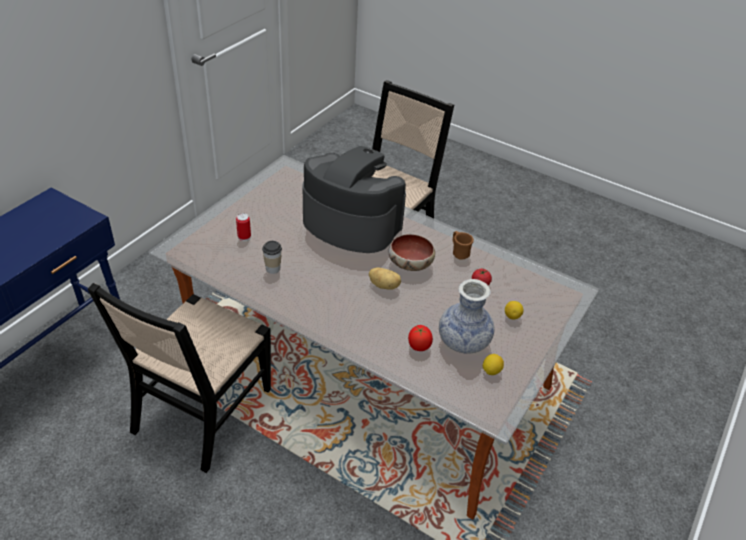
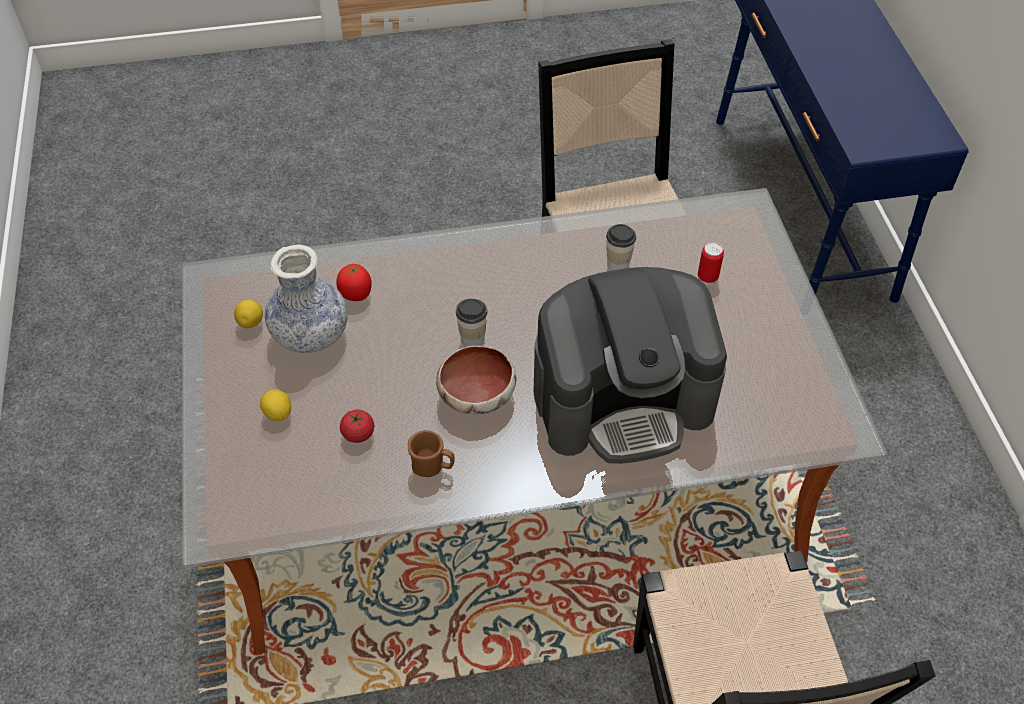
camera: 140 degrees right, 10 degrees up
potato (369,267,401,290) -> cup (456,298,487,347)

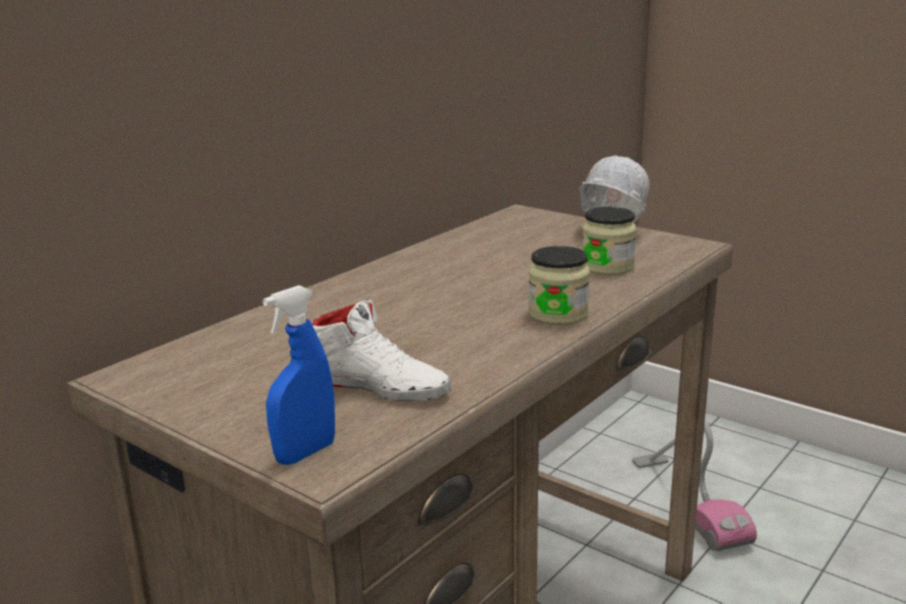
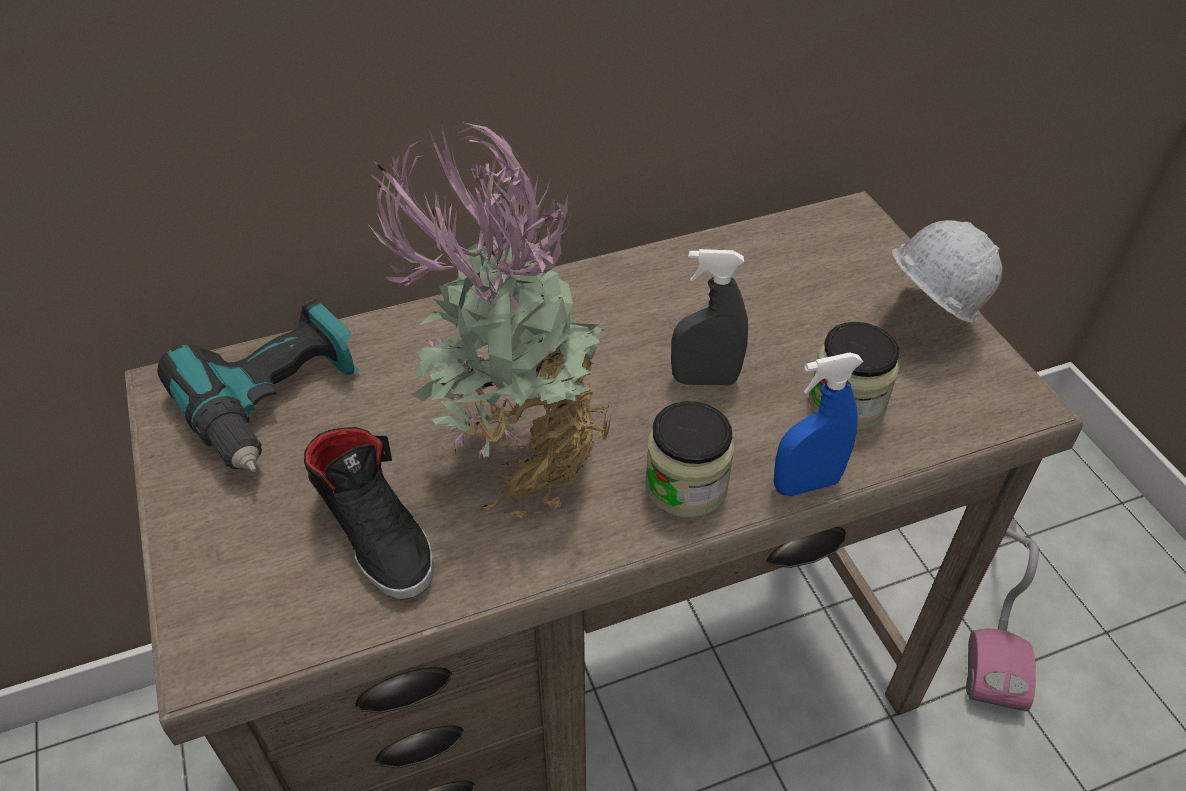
camera: 30 degrees right, 25 degrees up
blue spray bottle (263,285,335,465) -> blue spray bottle (774,352,863,496), move
white shoe (312,300,451,401) -> black shoe (304,427,434,600)
none -> power drill (157,298,360,472)
none -> potted plant (367,118,615,519)
none -> grey spray bottle (671,249,748,386)

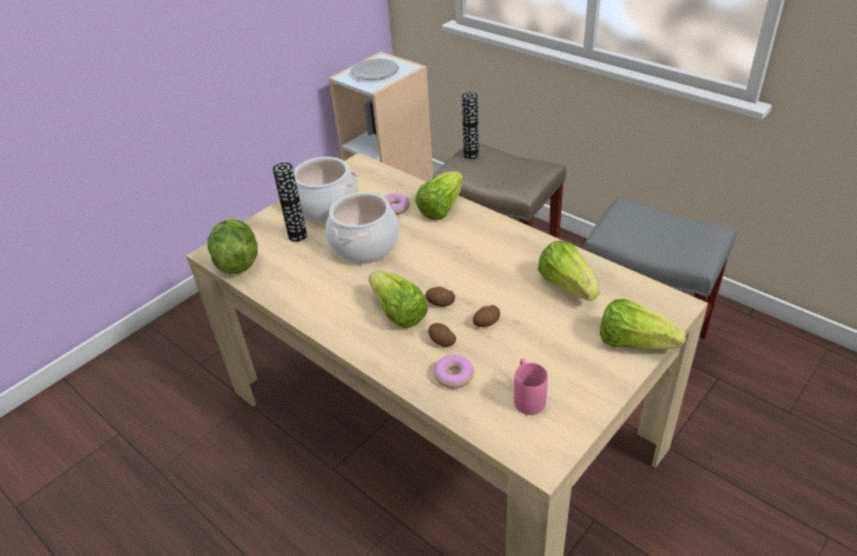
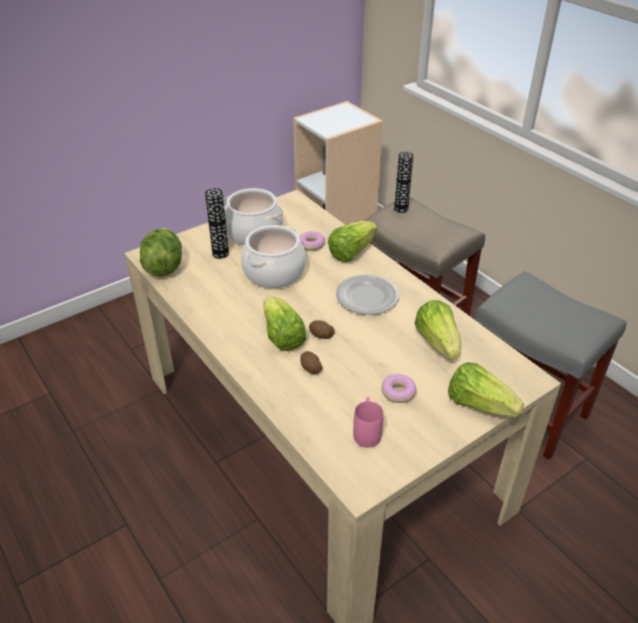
camera: 10 degrees right, 0 degrees up
plate (350,59,399,80) -> plate (336,274,399,315), move
donut (434,355,474,388) -> donut (381,374,417,403), move
potato (473,305,500,327) -> none

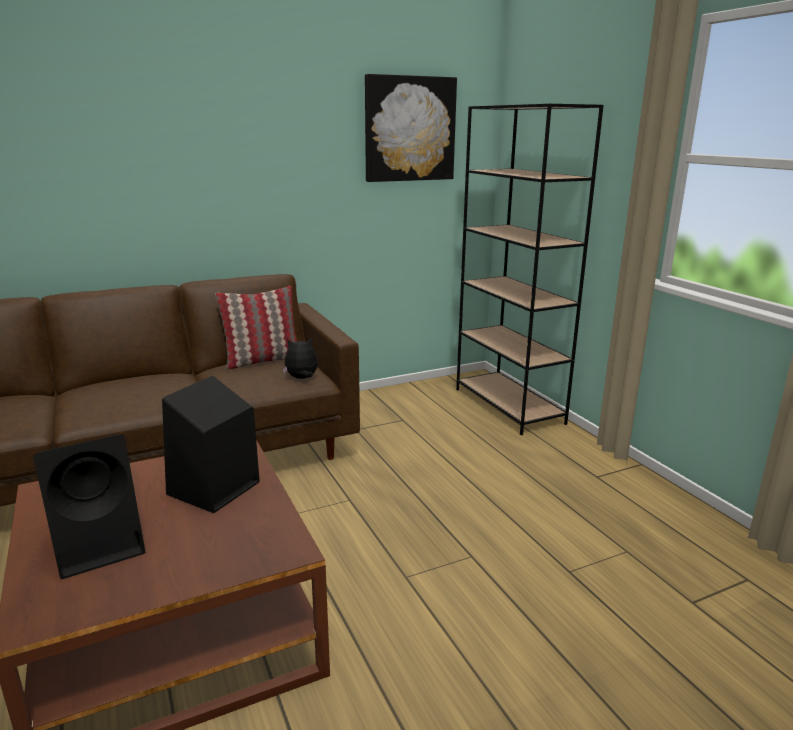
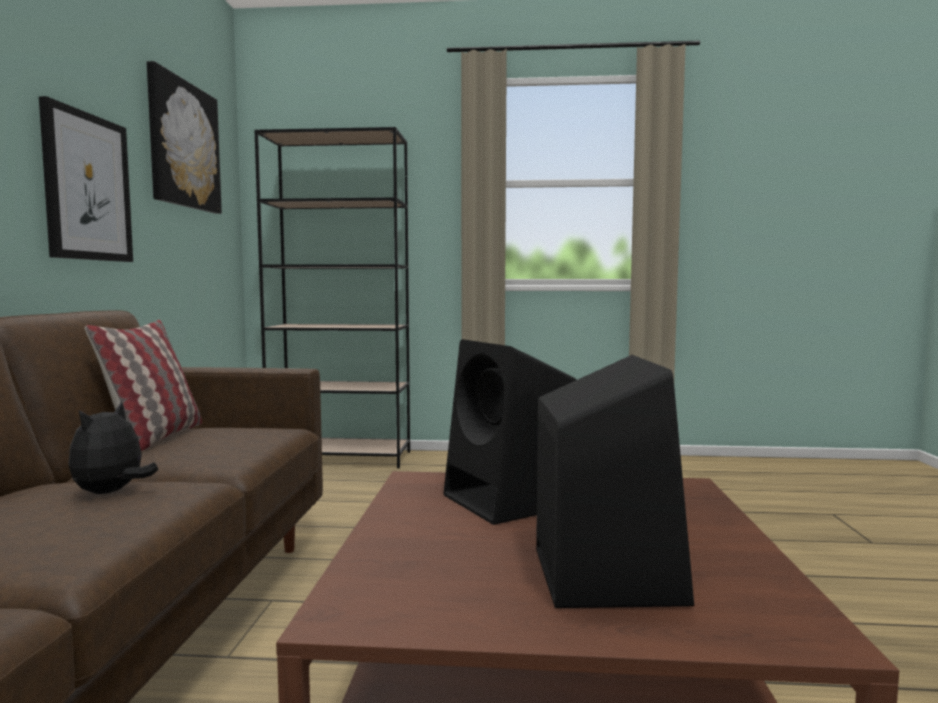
camera: 60 degrees left, 15 degrees down
plush toy (283,337,318,379) -> plush toy (68,401,158,494), move
none -> picture (39,96,133,262)

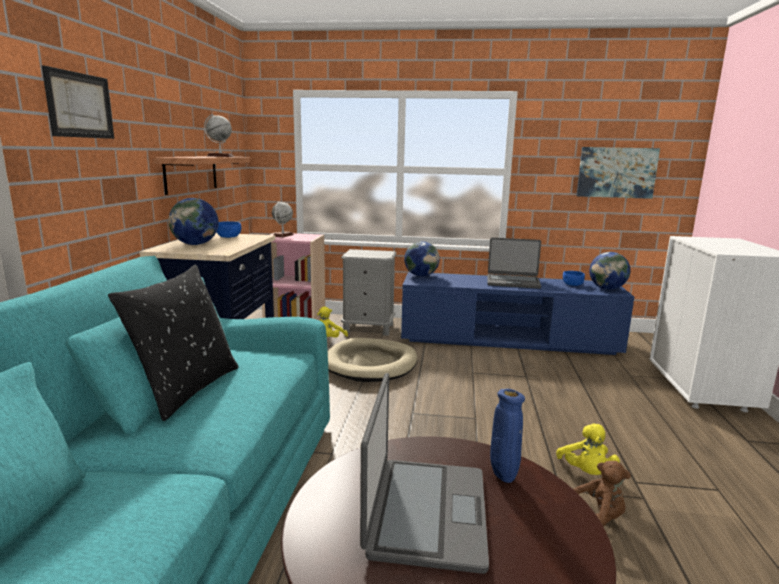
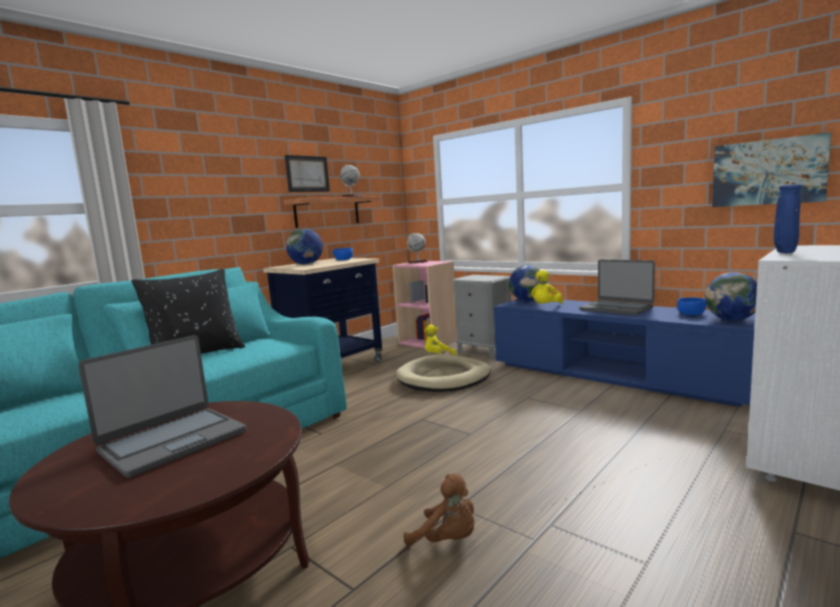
camera: 35 degrees right, 5 degrees down
picture (42,65,114,139) -> picture (285,155,330,192), move
blue vase (490,388,525,483) -> blue vase (774,184,802,253), move
yellow plush toy (556,423,620,475) -> yellow plush toy (531,270,563,304), move

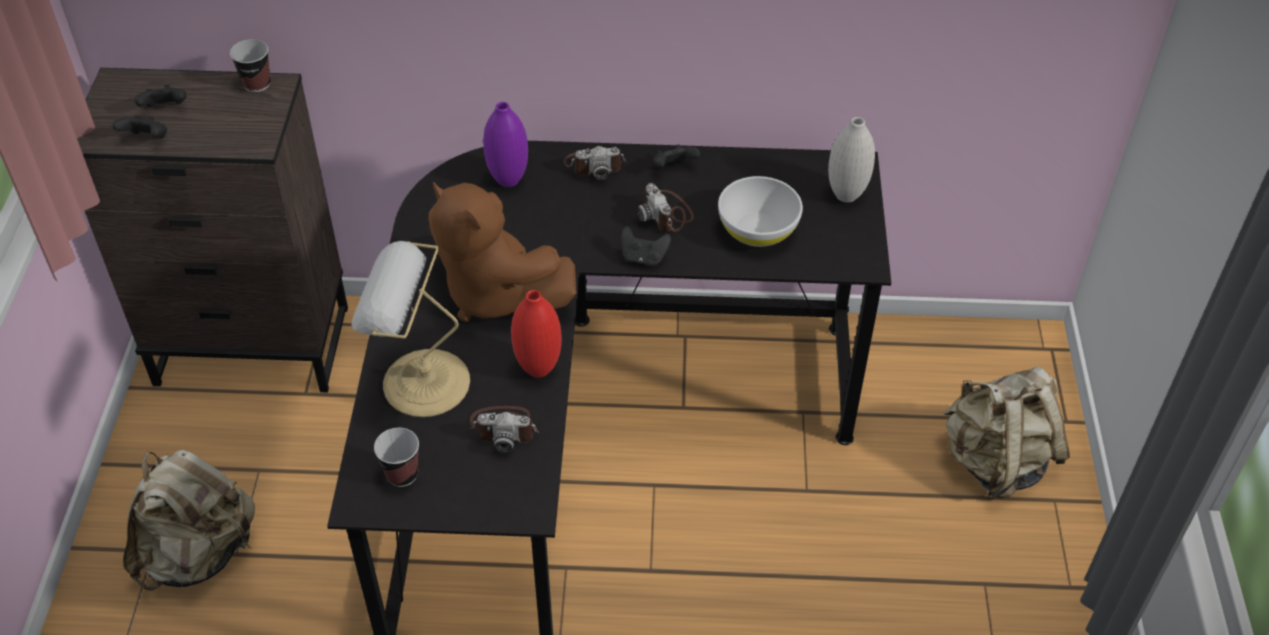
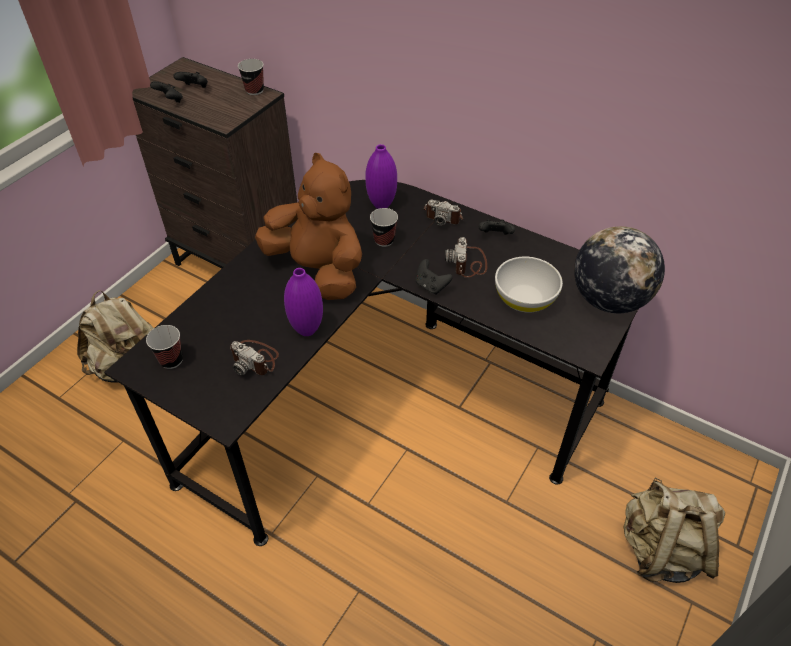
camera: 30 degrees right, 0 degrees up
table lamp (351,241,470,417) -> none
brown plush toy (428,182,576,322) -> brown plush toy (255,153,362,300), 150 degrees clockwise
red vase (511,290,562,377) -> purple vase (284,268,323,336)
white vase (828,117,875,202) -> globe (574,226,665,313)
none -> cup (370,208,398,247)

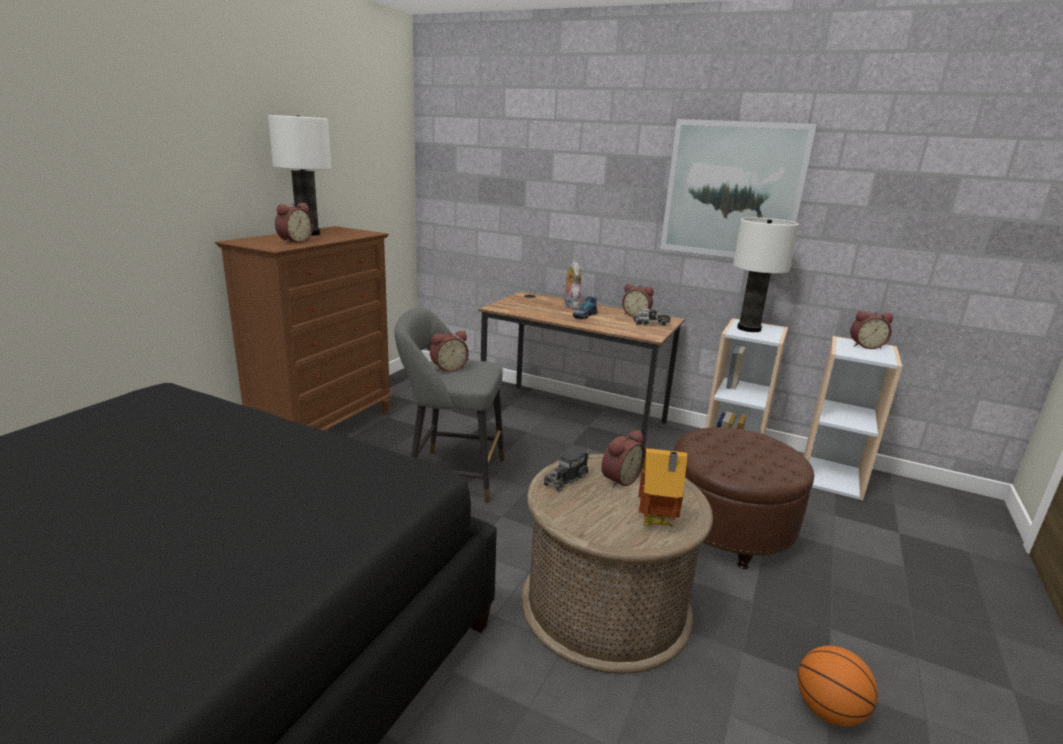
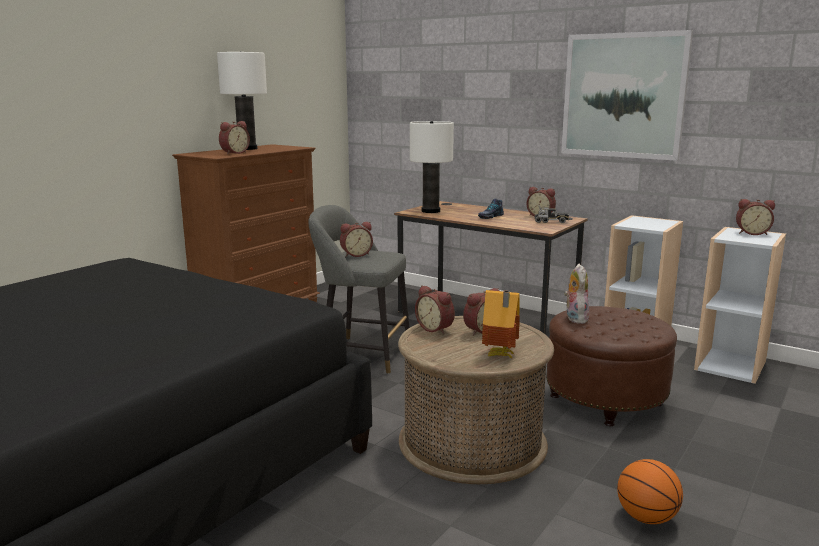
camera: 10 degrees right, 5 degrees down
toy truck (544,447,590,492) -> alarm clock (415,285,455,334)
plush toy (563,261,582,309) -> plush toy (564,264,589,324), move
white table lamp (733,217,799,332) -> white table lamp (410,121,454,213), move

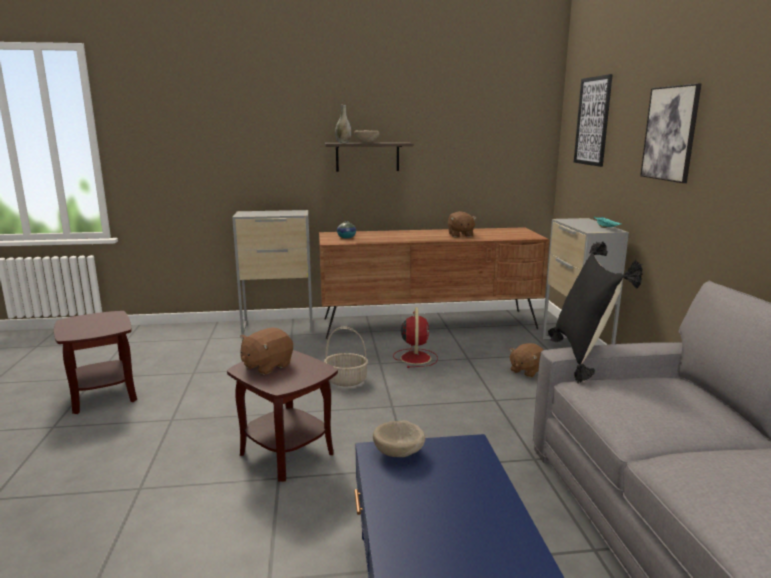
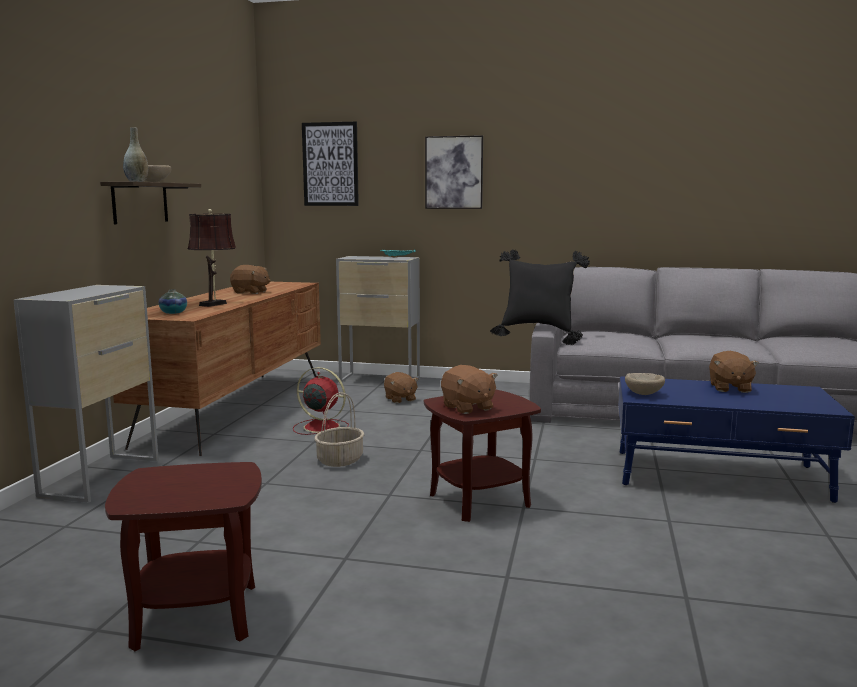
camera: 70 degrees left, 5 degrees down
none -> brown table lamp (188,209,236,307)
none -> brown plush toy (709,351,759,393)

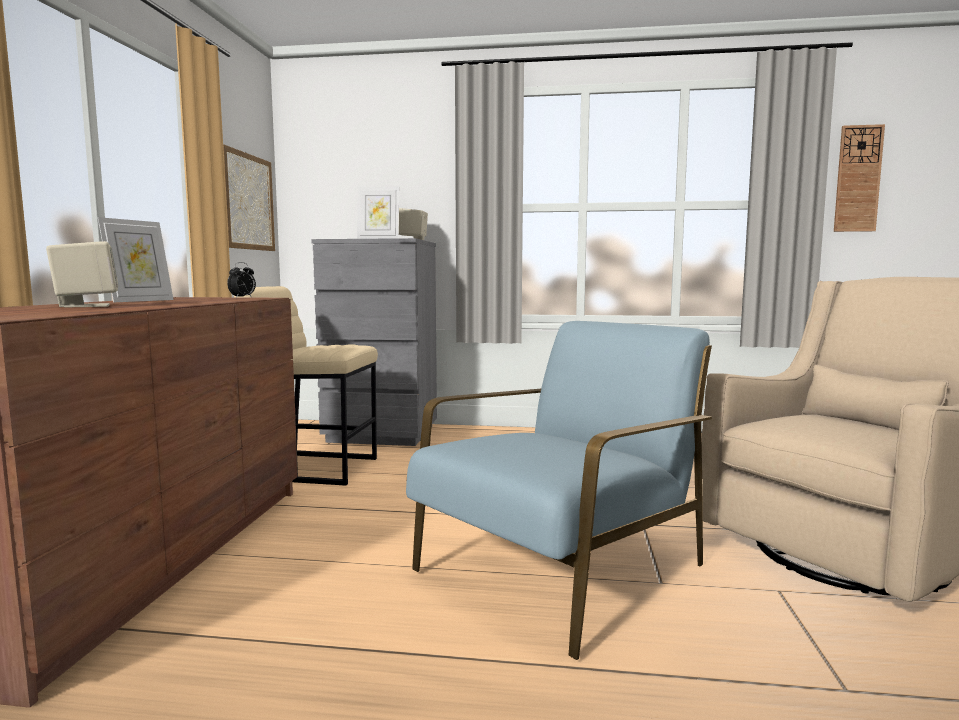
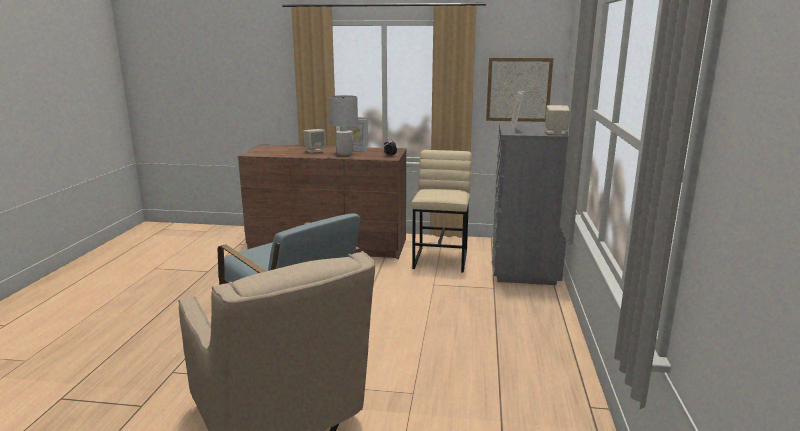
camera: 90 degrees right, 10 degrees up
wall clock (834,124,885,232) -> none
none -> grey table lamp (329,95,358,156)

